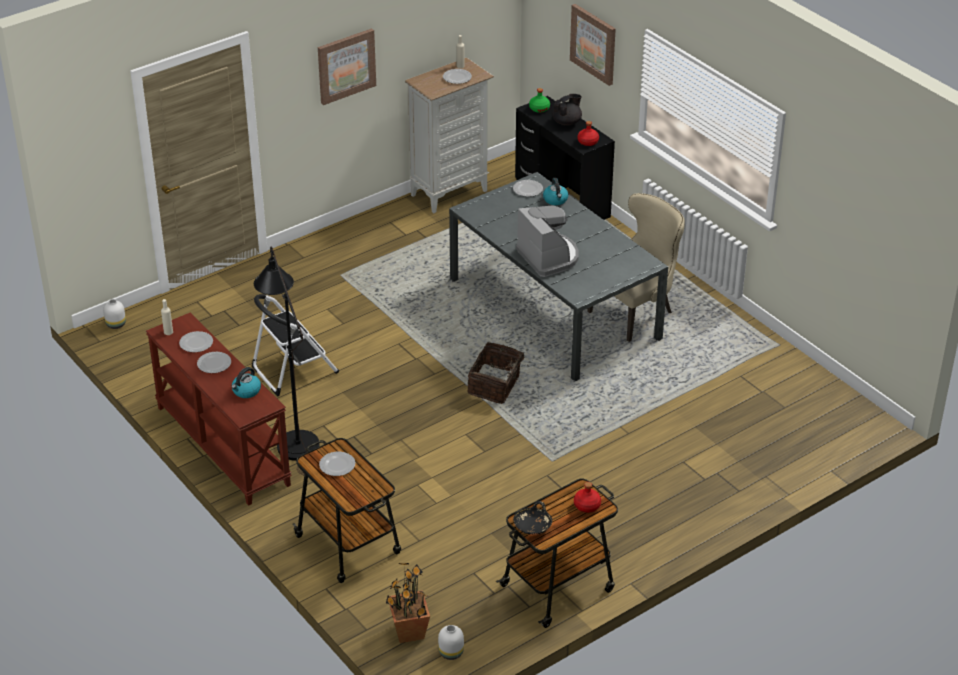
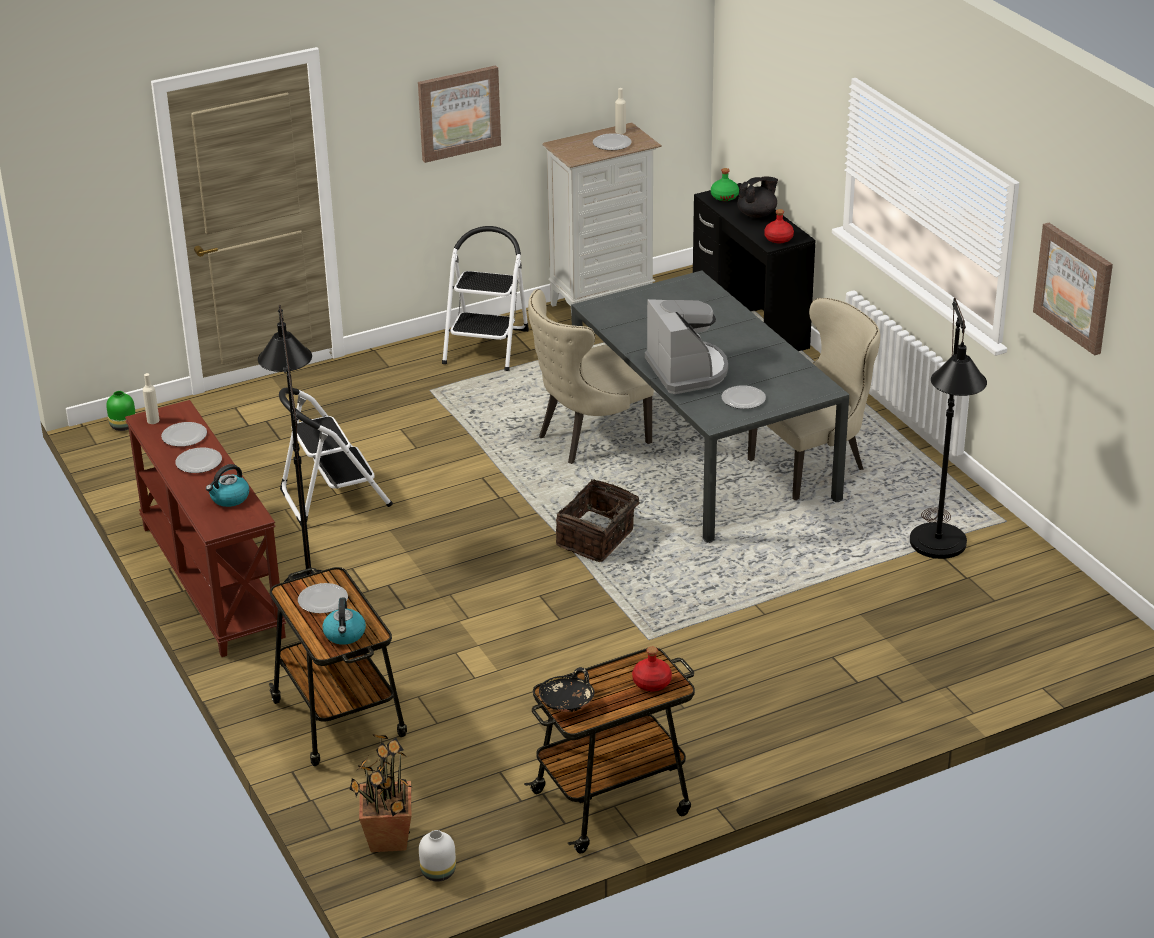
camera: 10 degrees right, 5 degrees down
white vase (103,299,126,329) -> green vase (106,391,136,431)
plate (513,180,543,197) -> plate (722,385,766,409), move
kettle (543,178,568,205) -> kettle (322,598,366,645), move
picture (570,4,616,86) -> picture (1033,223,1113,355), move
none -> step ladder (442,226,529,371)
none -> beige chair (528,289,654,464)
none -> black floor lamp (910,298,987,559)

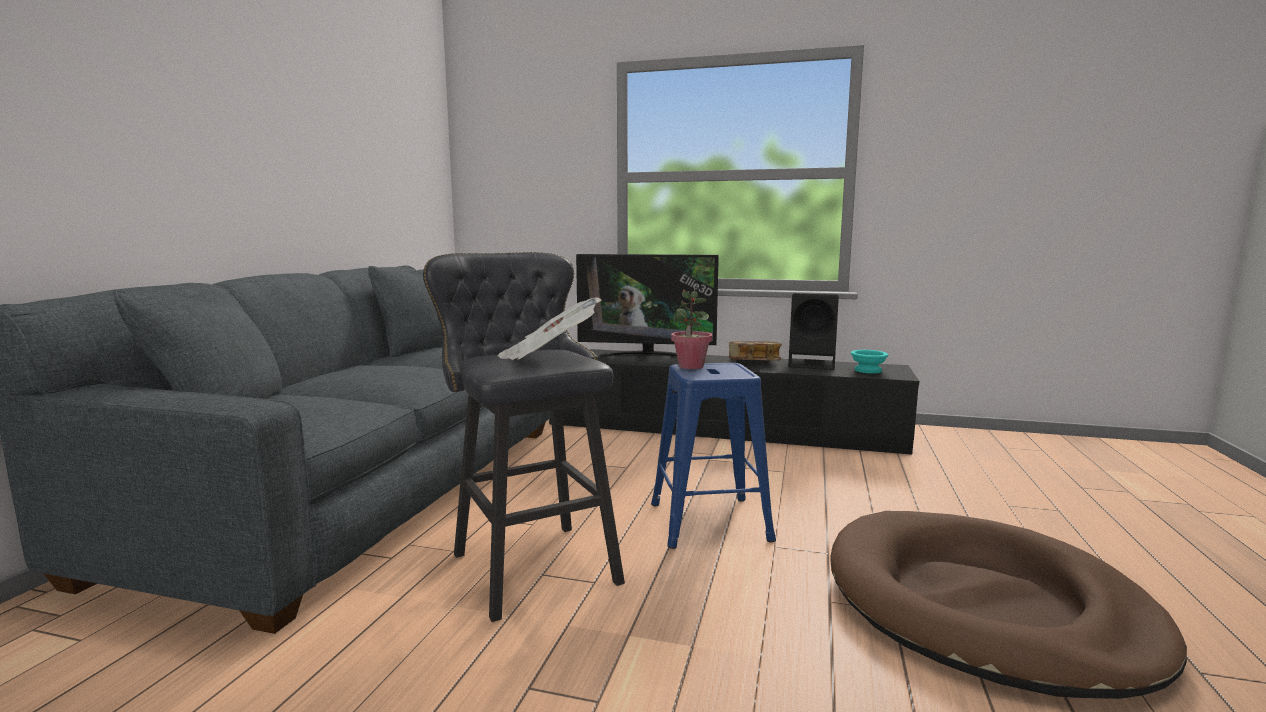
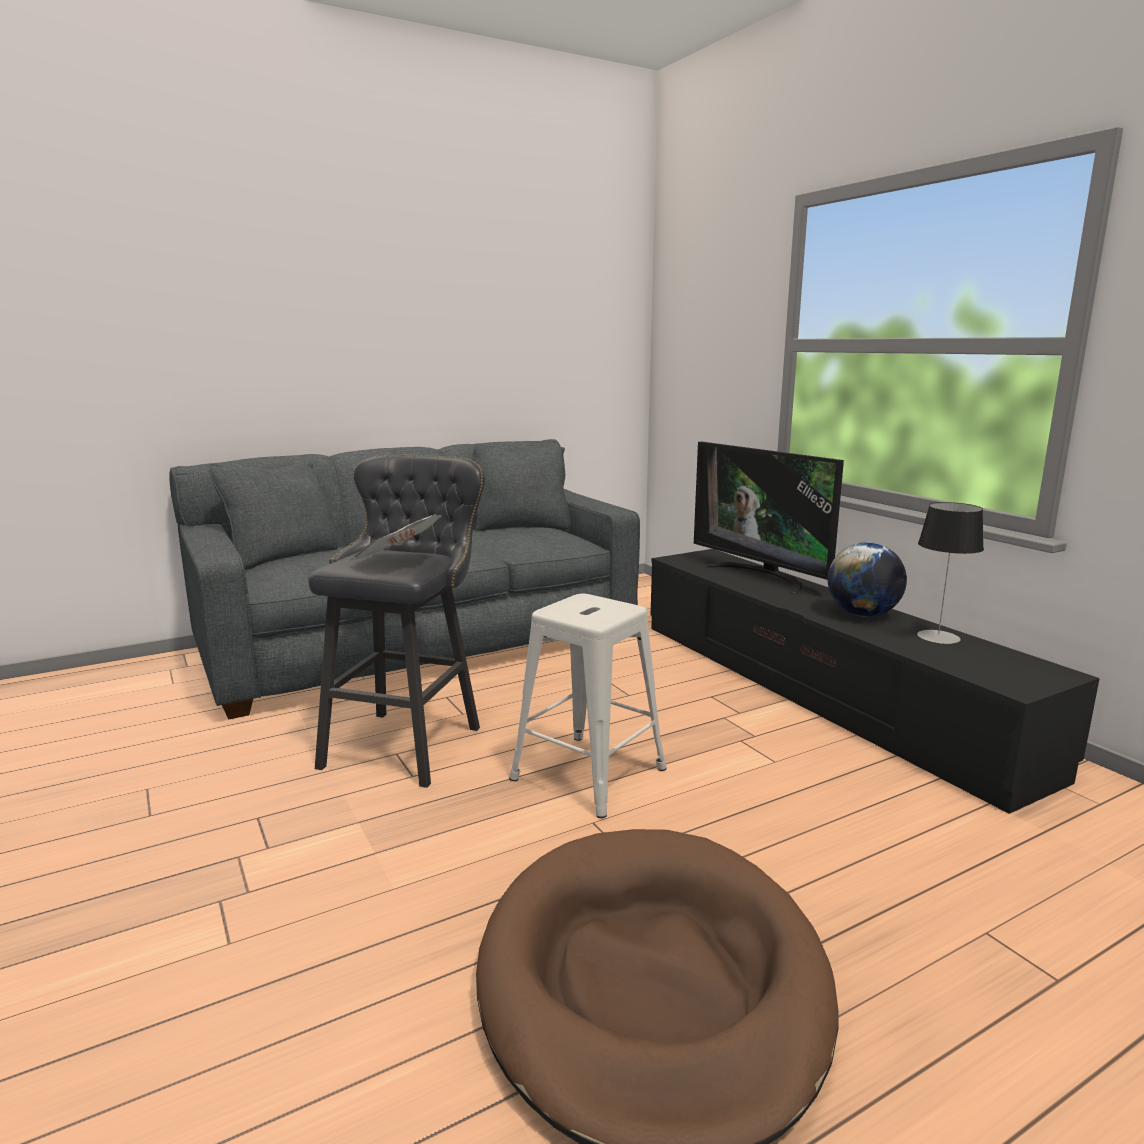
camera: 45 degrees right, 5 degrees up
blue stool (651,363,776,549) -> white stool (509,594,667,818)
potted plant (671,289,713,369) -> none
book (729,341,782,361) -> globe (828,542,907,617)
black speaker (788,294,839,370) -> table lamp (917,502,984,644)
turquoise bowl (851,350,888,374) -> none

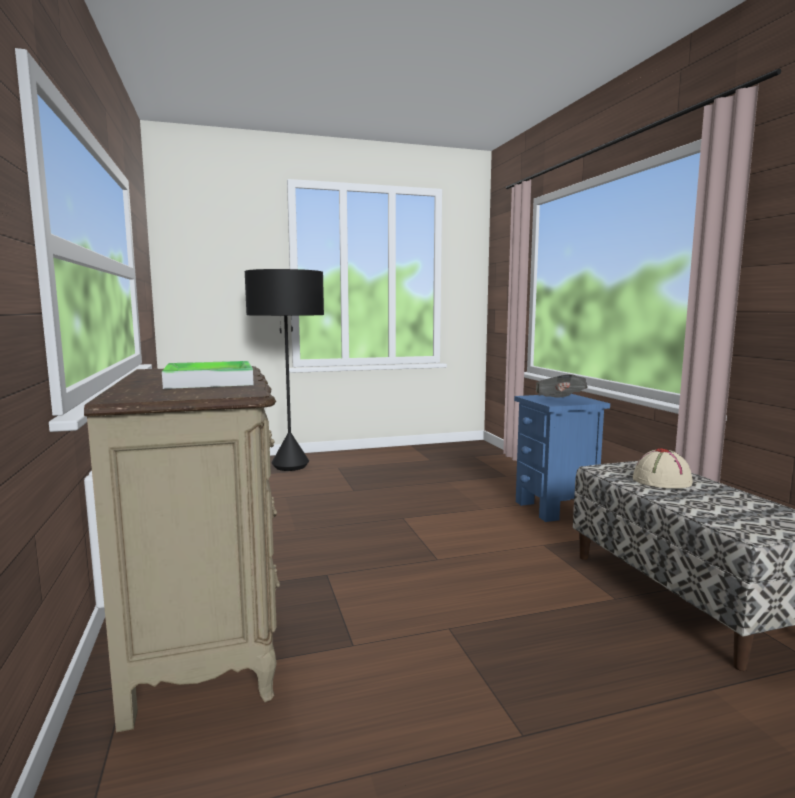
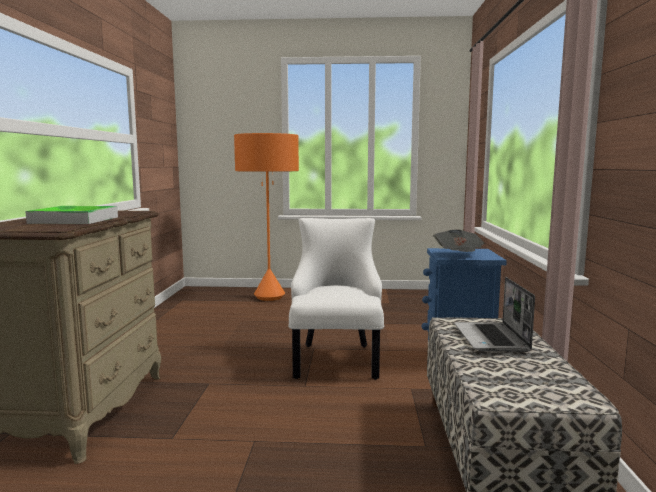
camera: 20 degrees right, 0 degrees up
black floor lamp (245,269,324,471) -> orange floor lamp (234,133,299,301)
beige hat (633,448,693,489) -> laptop (455,277,535,352)
none -> white chair (288,218,384,380)

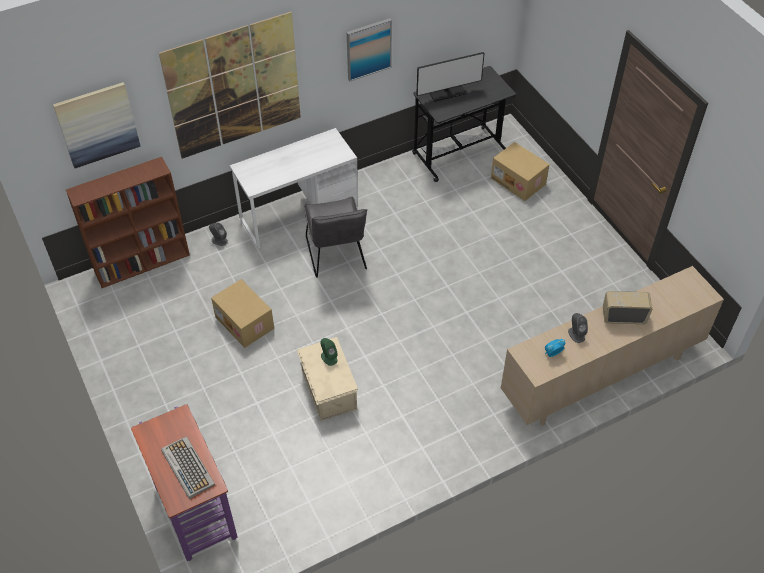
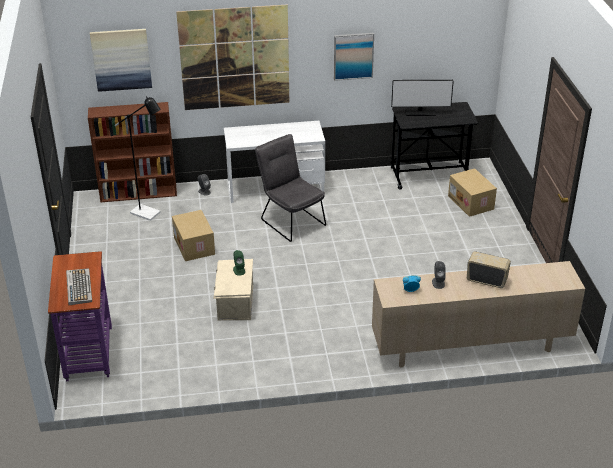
camera: 20 degrees right, 15 degrees down
grey chair (304,197,367,278) -> grey chair (255,134,326,242), 135 degrees clockwise
none -> black floor lamp (115,96,161,221)

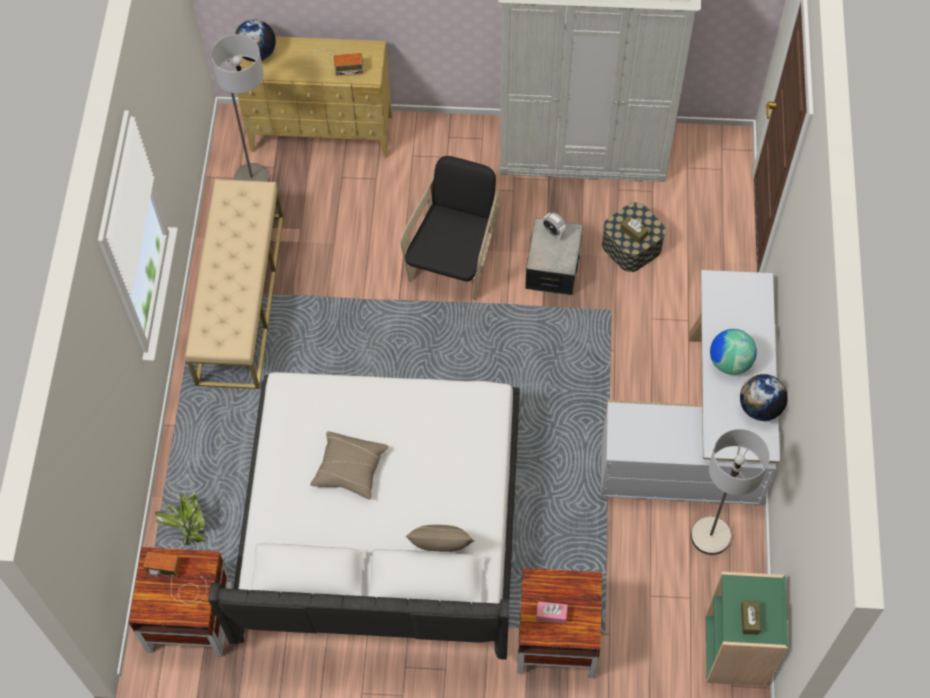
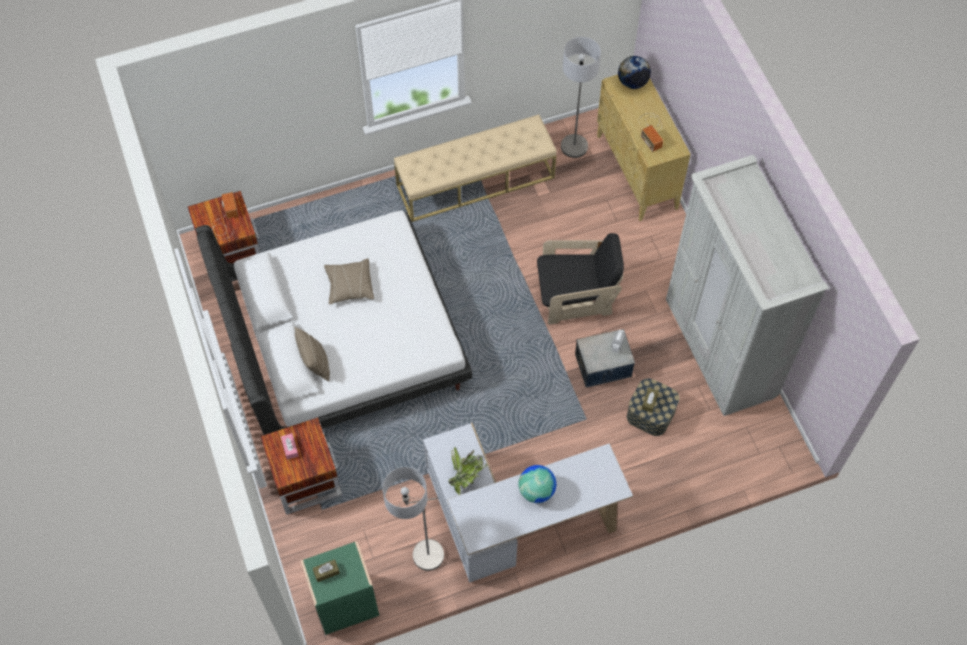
camera: 65 degrees right, 0 degrees up
potted plant (155,490,206,545) -> potted plant (448,447,487,495), move
globe (740,374,788,421) -> none

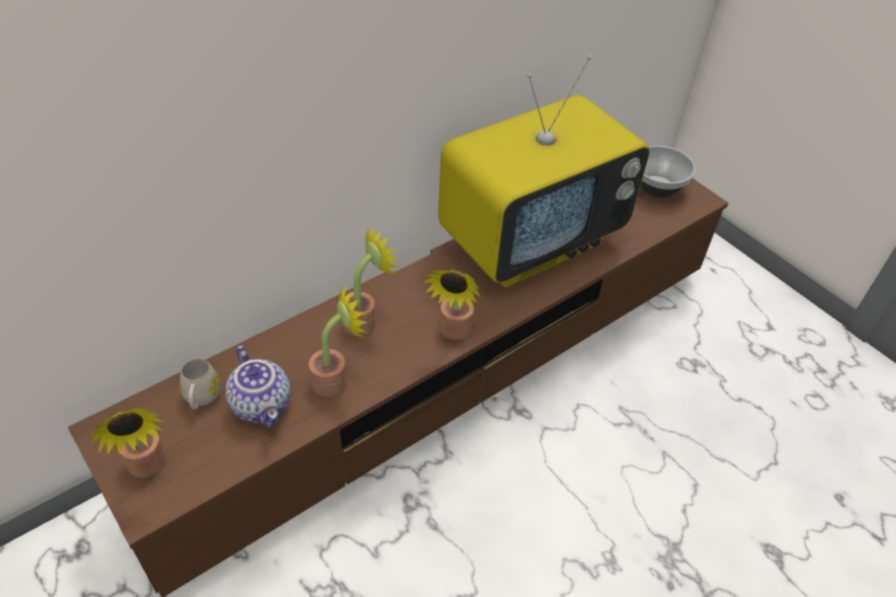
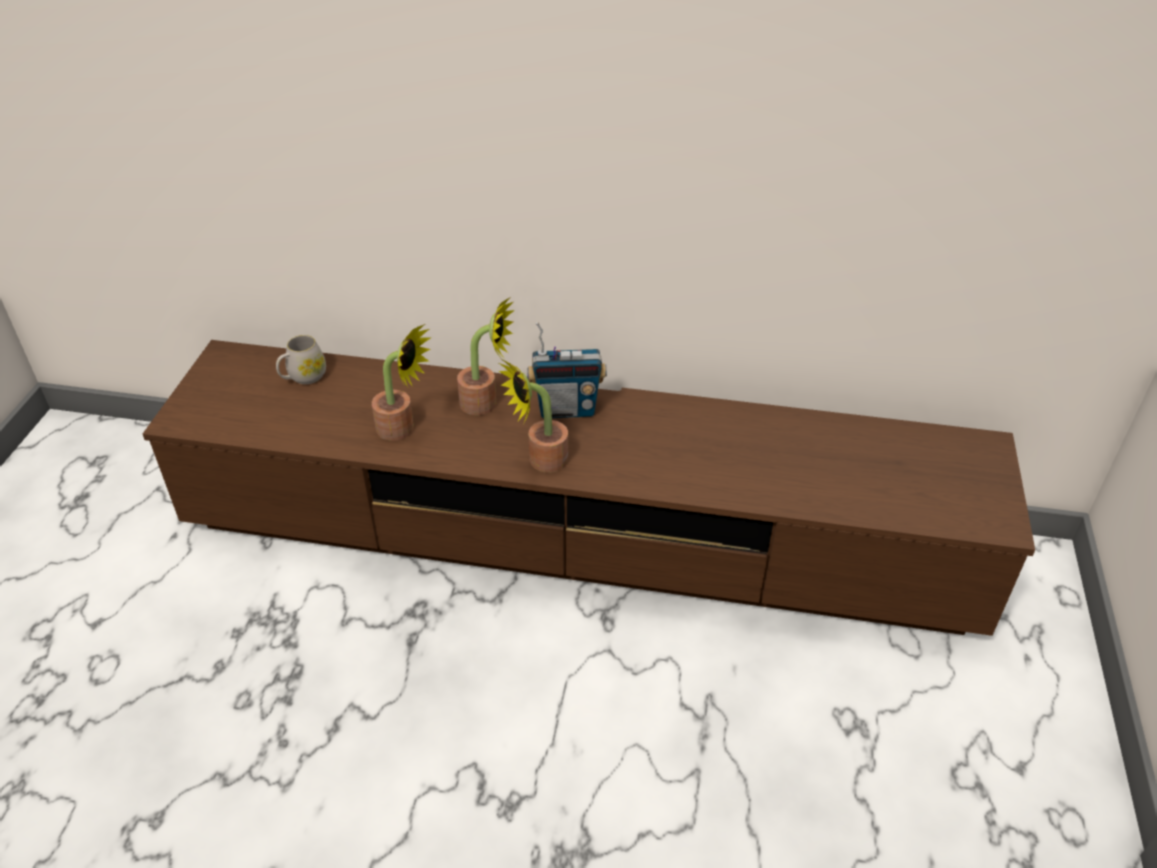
camera: 50 degrees right, 5 degrees down
potted plant (89,408,166,478) -> none
teapot (226,345,290,427) -> none
television (438,55,650,287) -> none
bowl (641,146,695,197) -> none
none -> radio (527,322,607,418)

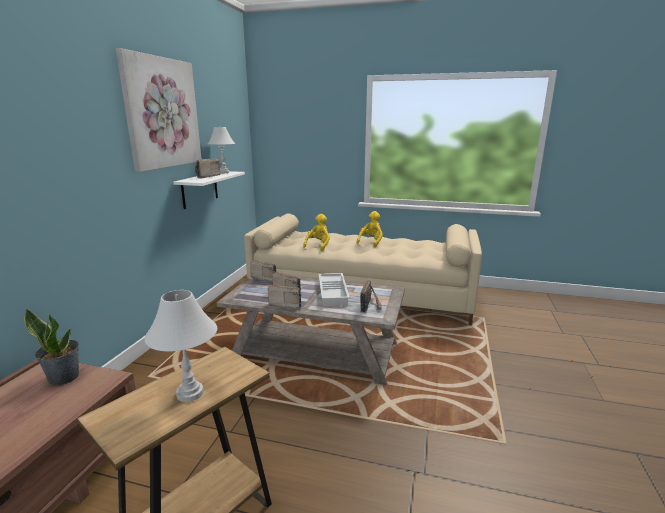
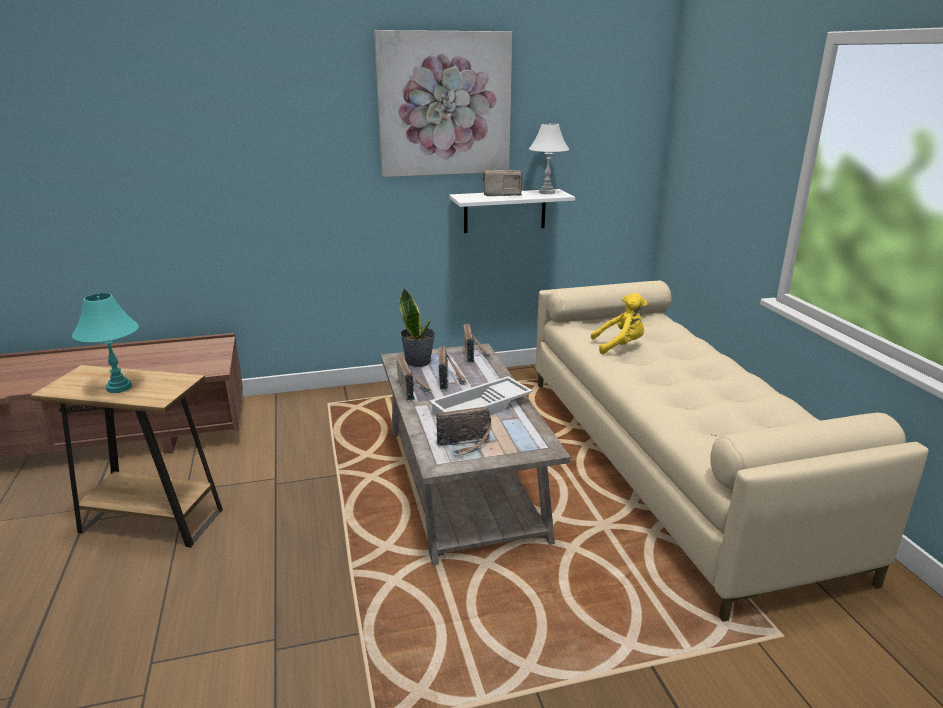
camera: 60 degrees right, 5 degrees up
potted plant (24,309,79,386) -> potted plant (399,288,435,367), move
white table lamp (144,290,217,402) -> turquoise table lamp (72,293,139,393)
yellow plush toy (356,211,383,247) -> none

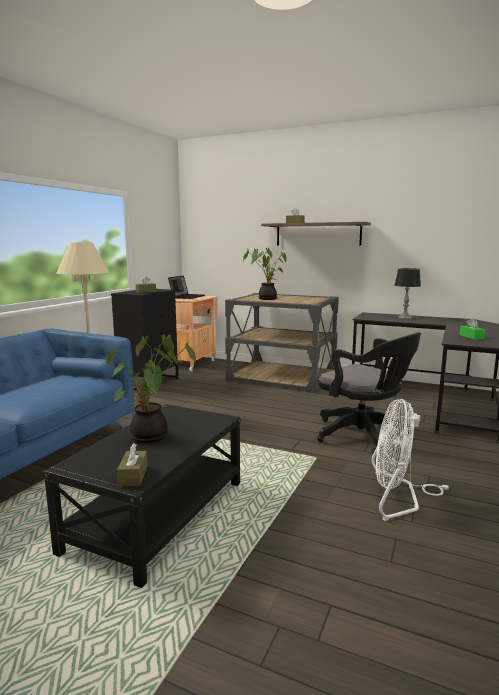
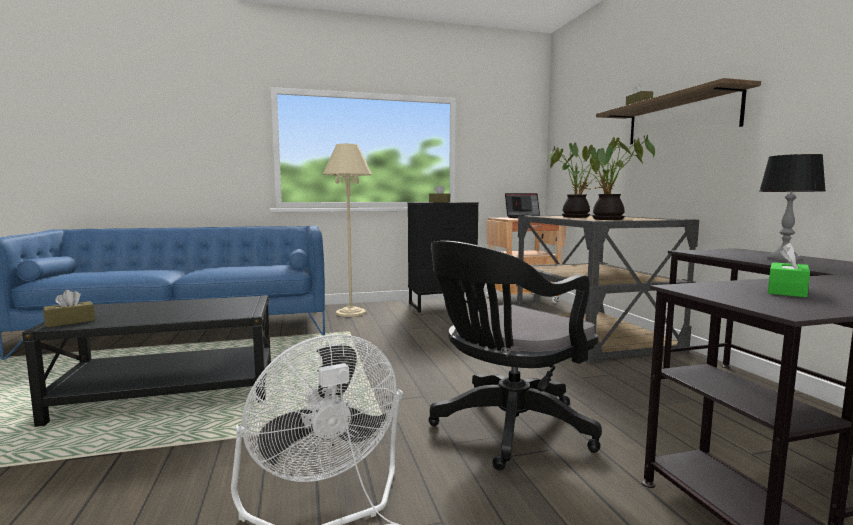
camera: 50 degrees right, 5 degrees down
potted plant (106,334,196,443) -> potted plant (578,134,655,220), move
black office chair (317,332,421,454) -> black office chair (428,241,602,471), 45 degrees clockwise

